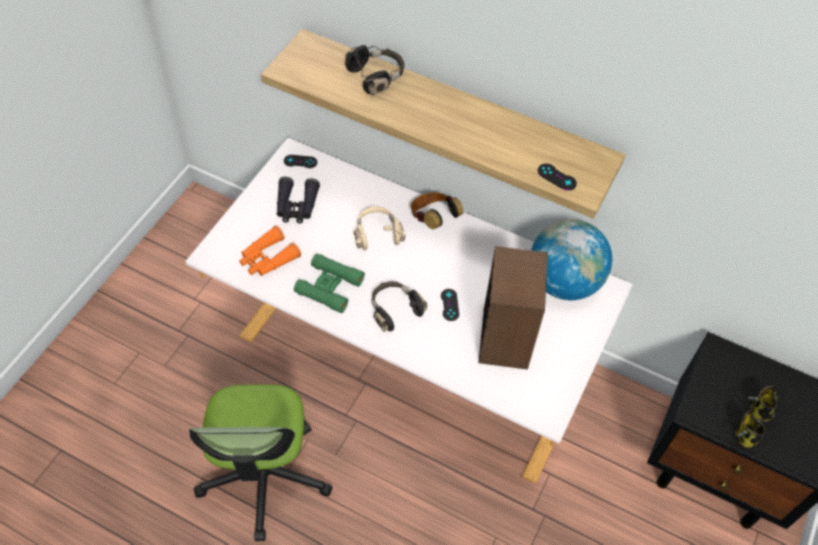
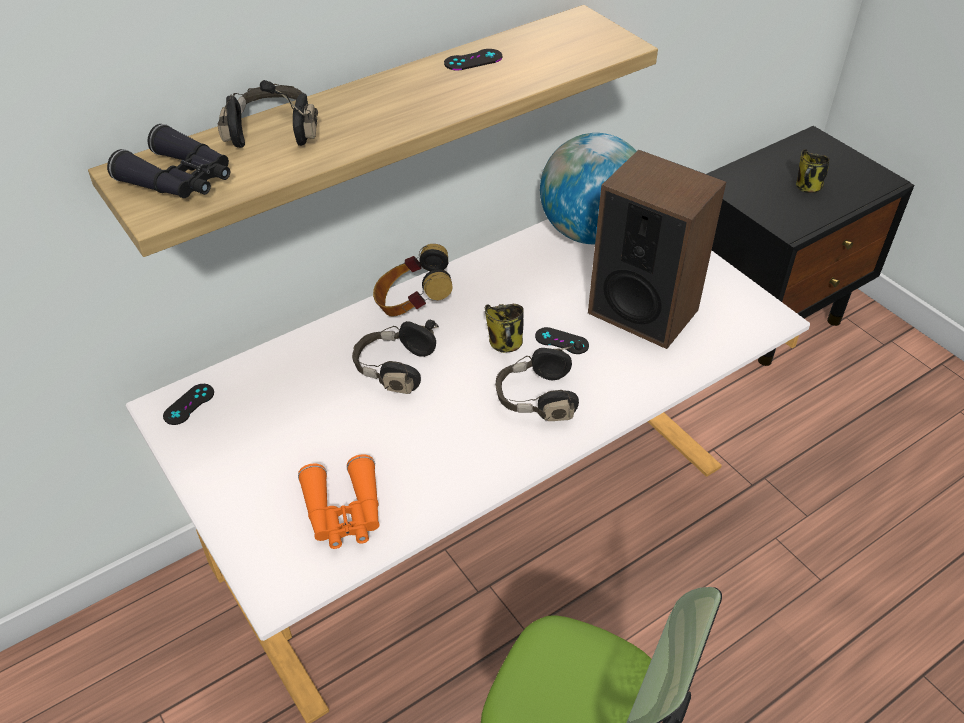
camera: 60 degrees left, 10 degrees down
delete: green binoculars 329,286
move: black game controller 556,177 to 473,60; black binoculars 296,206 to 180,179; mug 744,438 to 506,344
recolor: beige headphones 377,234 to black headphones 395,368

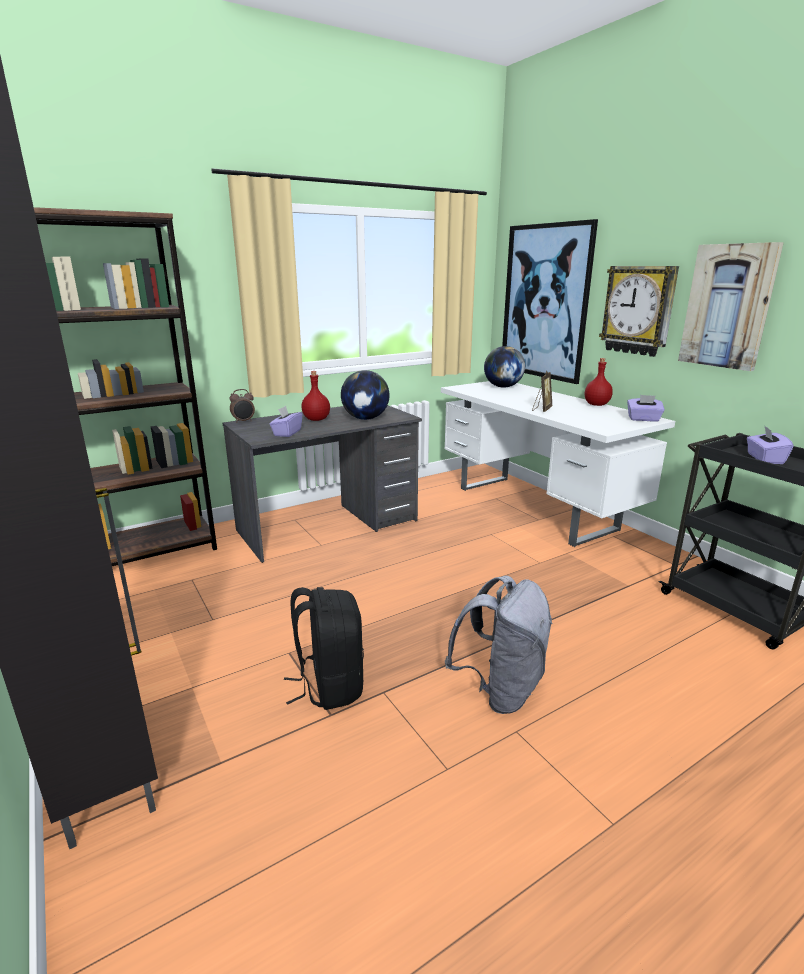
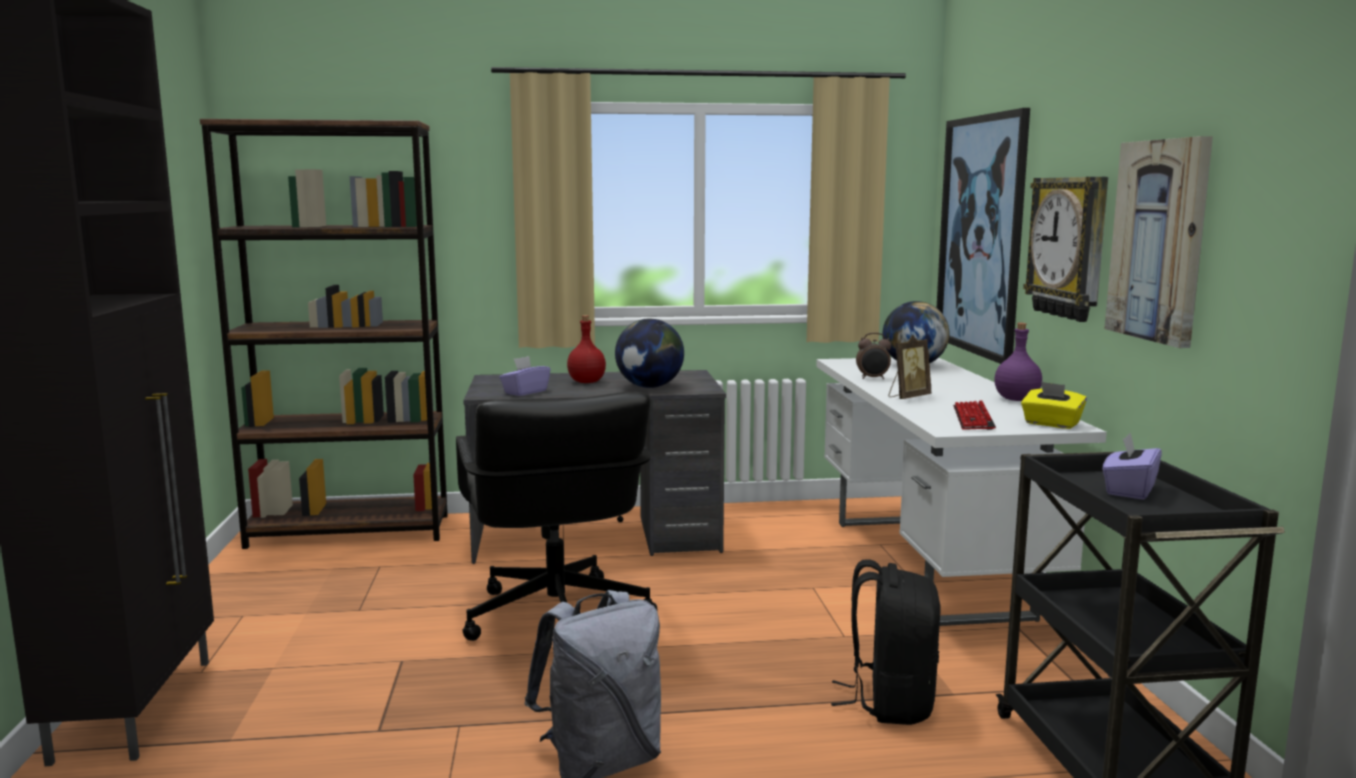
camera: 25 degrees right, 10 degrees down
insert: black office chair 555,618; keyboard 973,418
move: alarm clock 243,421 to 873,378; black backpack 329,685 to 889,702
recolor: red bottle 596,404 to purple bottle 1016,399; purple tissue box 643,419 to yellow tissue box 1051,424

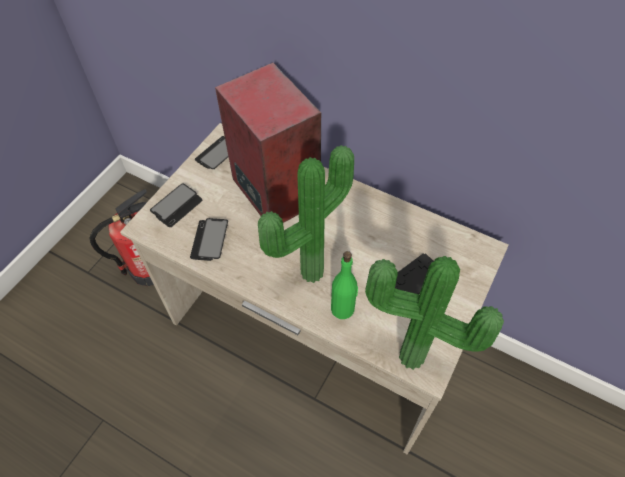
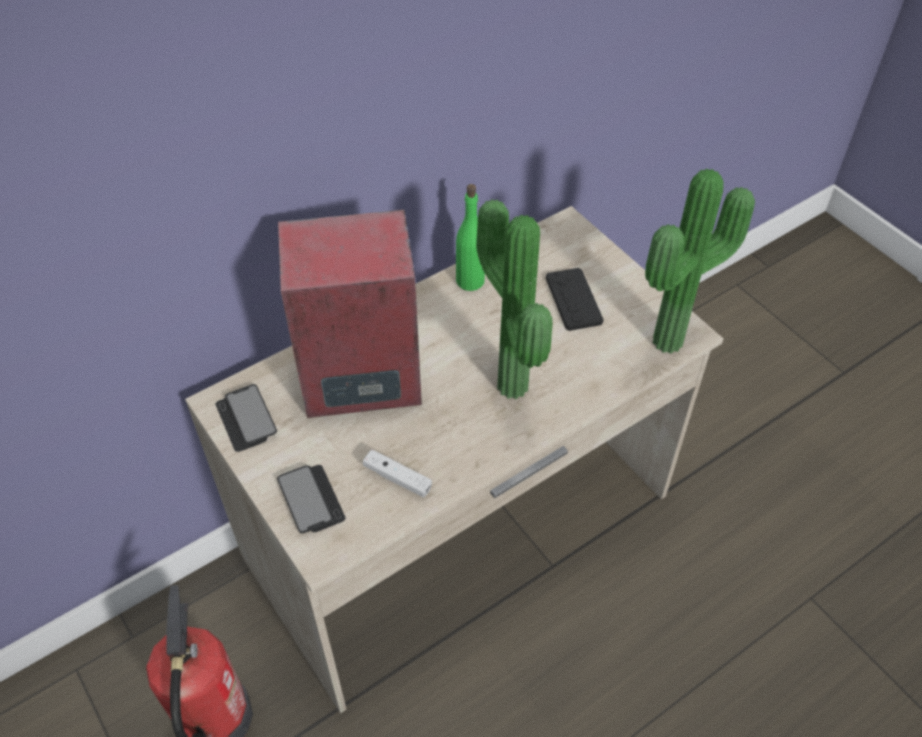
camera: 65 degrees left, 5 degrees down
move: green bottle 343,308 to 470,280
replace: phone 209,240 to white game controller 397,478

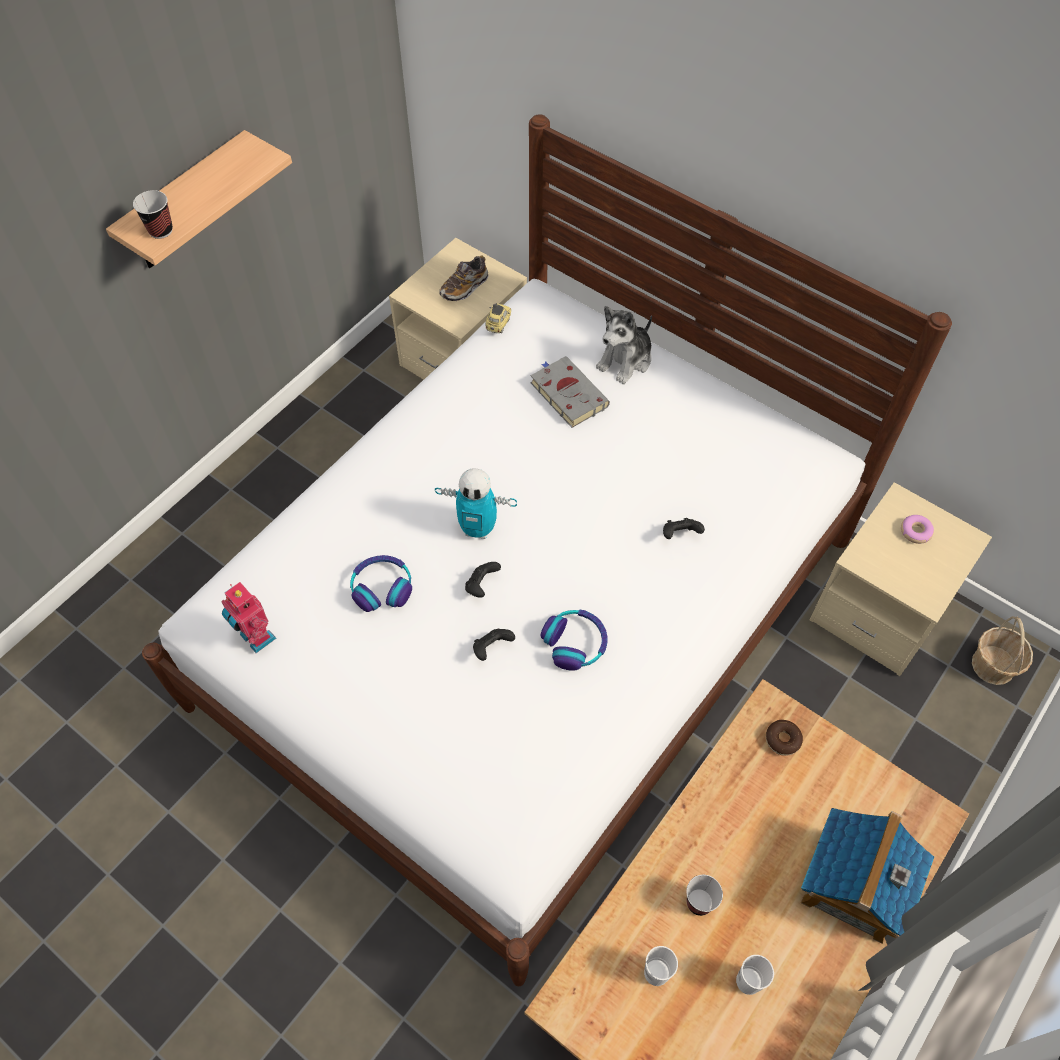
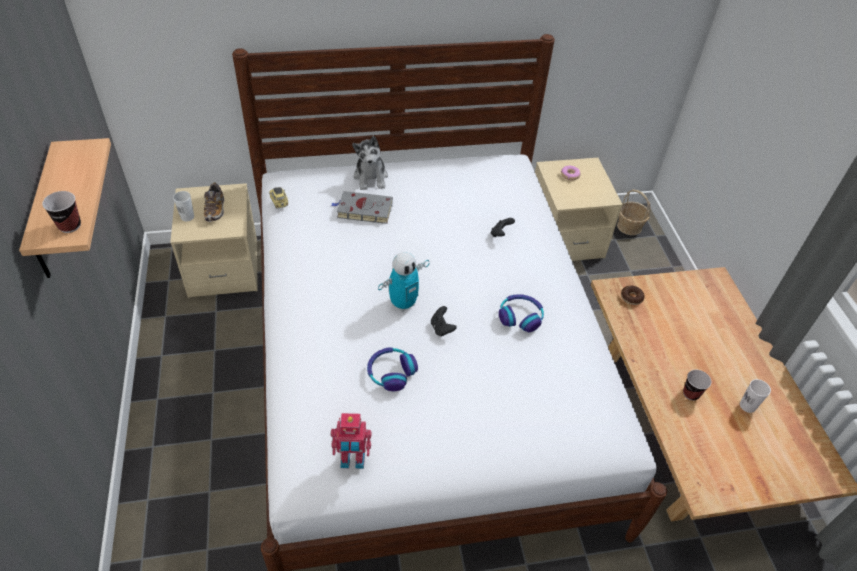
camera: 50 degrees left, 10 degrees down
delete: black game controller 492,648; toy house 853,886
move: white cup 656,972 to 187,217

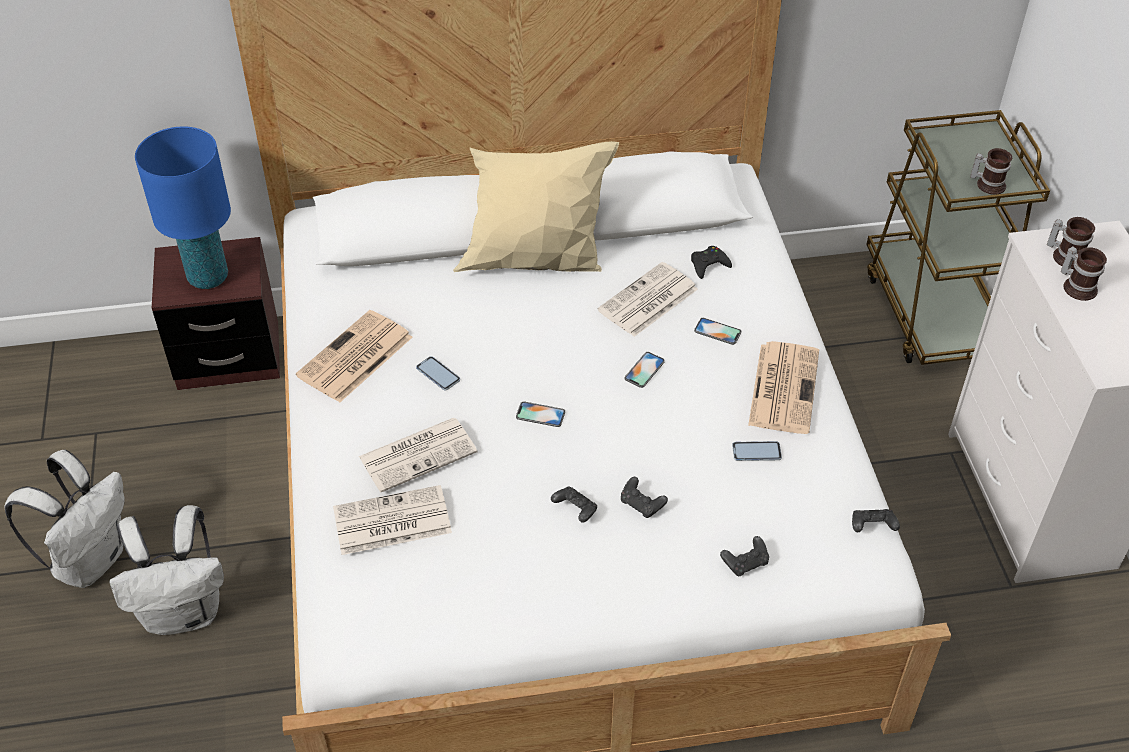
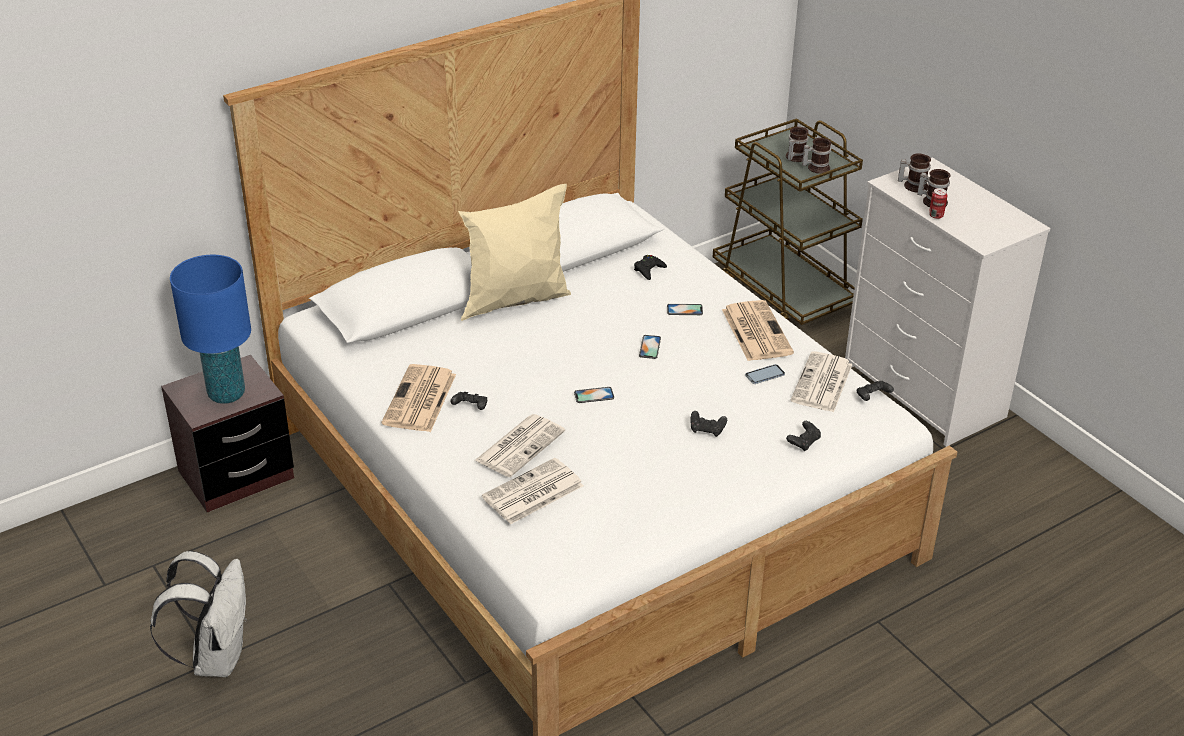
camera: 25 degrees left, 10 degrees down
delete: phone 438,374; white backpack 184,612
insert: mug 794,157; can 936,216
move: newspaper 647,301 to 822,383; black game controller 575,510 to 470,407

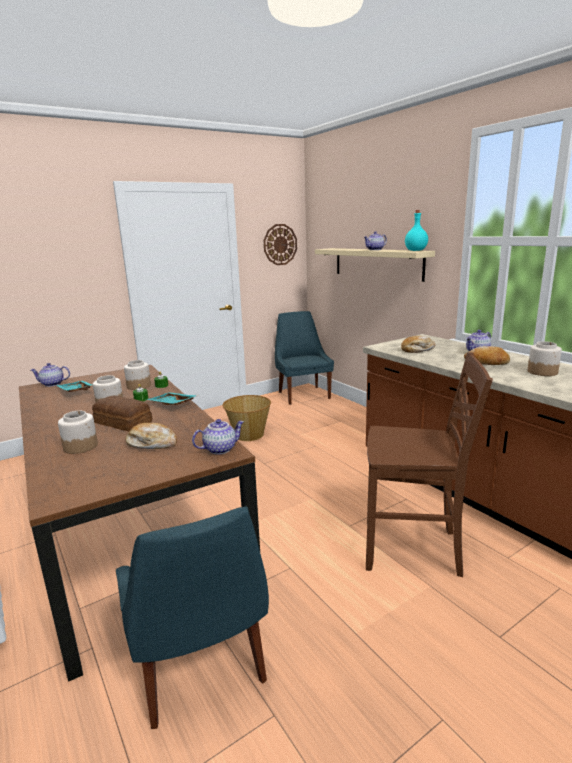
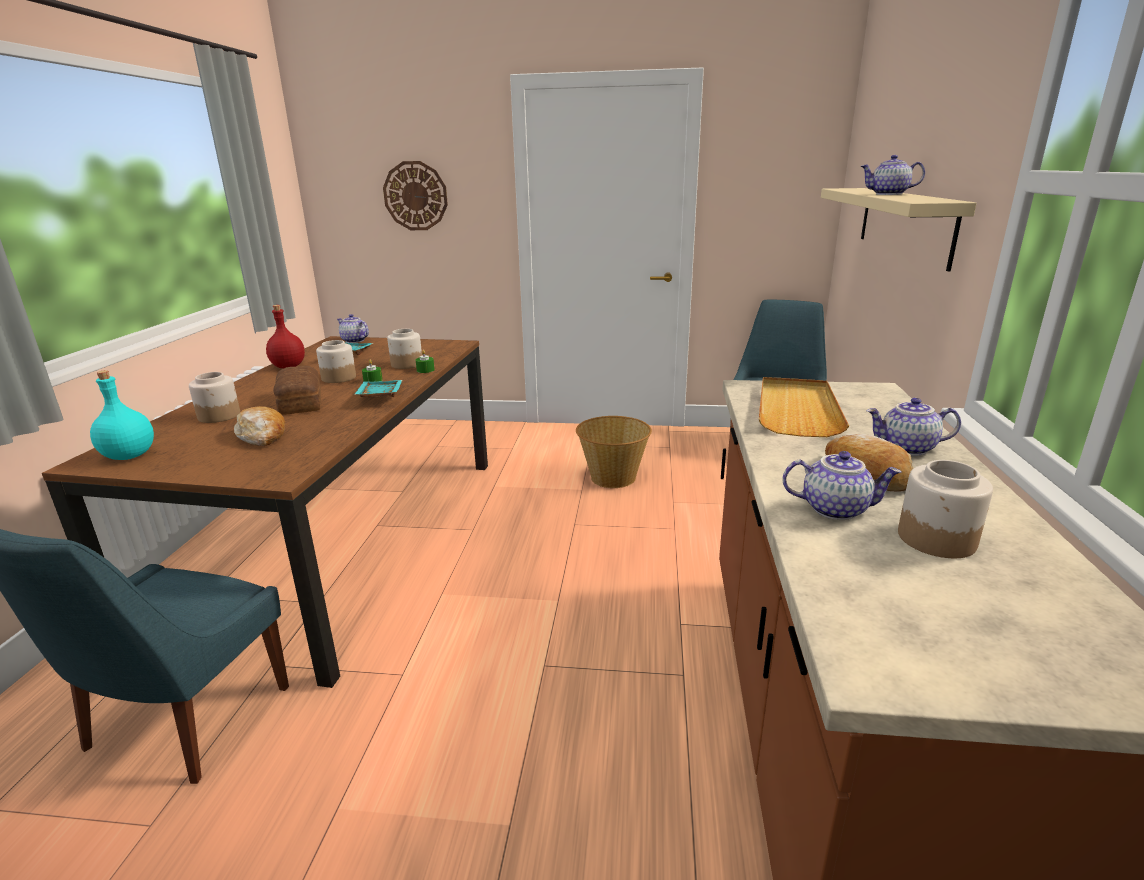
camera: 40 degrees right, 5 degrees up
delete: brown chair 413,549
insert: red bottle 288,366
move: turquoise bottle 415,250 to 129,456; wall clock 280,244 to 415,196; teapot 220,449 to 835,509
replace: bread 417,350 to beige tray 797,410

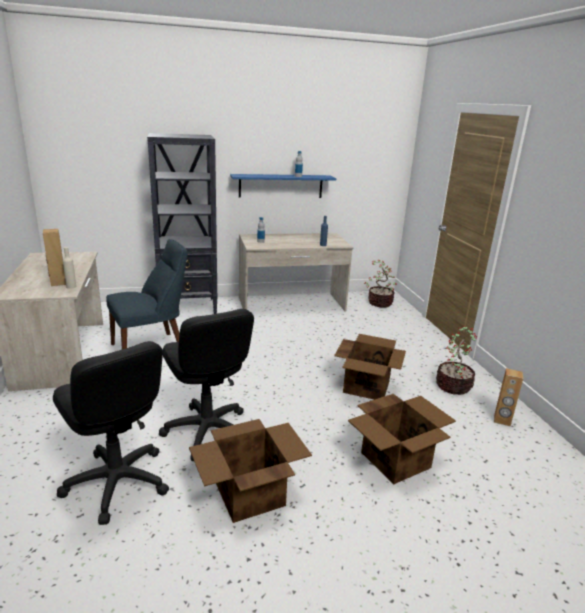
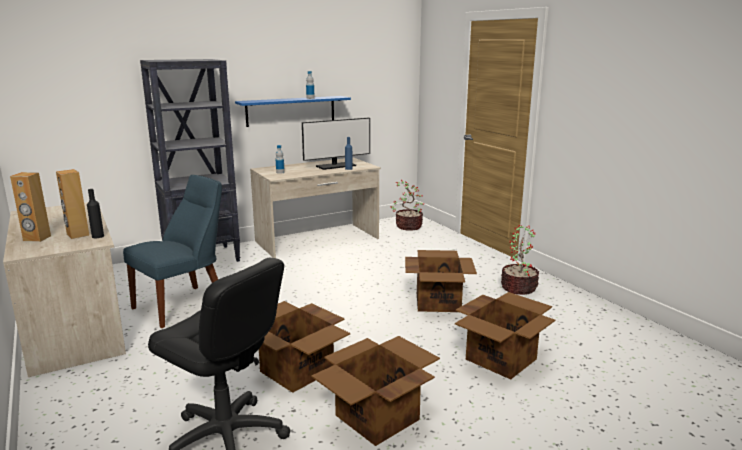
camera: 15 degrees left, 5 degrees down
insert: monitor 336,166
move: brown speaker 502,420 to 37,238
replace: black office chair 207,431 to cardboard box 297,371
recolor: beige bottle 71,286 to black bottle 98,236

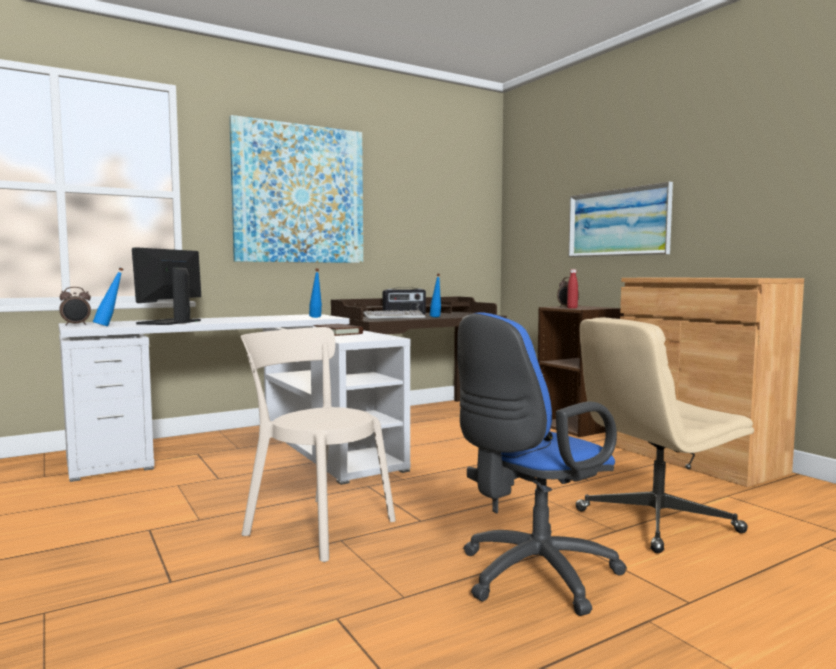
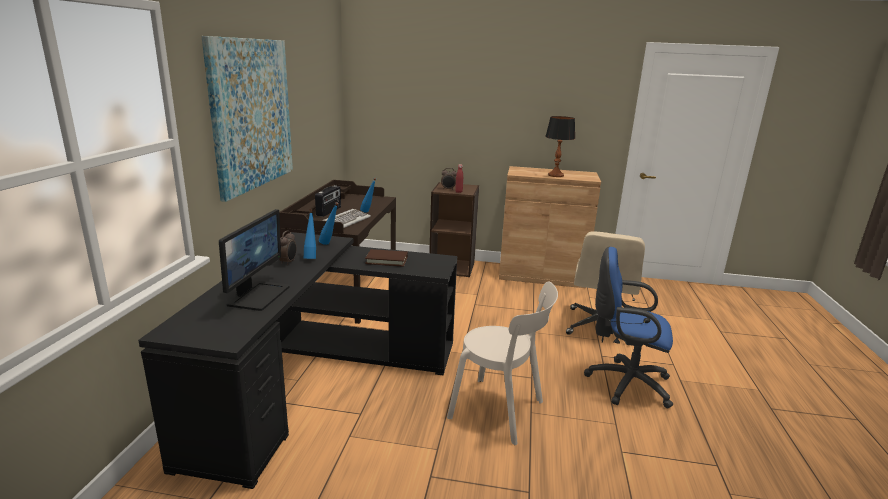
camera: 50 degrees left, 15 degrees up
delete: picture 618,223
insert: table lamp 555,175
move: blue bottle 110,326 to 311,258; alarm clock 76,325 to 288,262
recolor: white desk 253,451 to black desk 318,377
rotate: monitor 170,322 = 258,295 135 degrees counterclockwise; blue office chair 531,576 = 624,383 105 degrees clockwise; beige chair 315,525 = 500,411 135 degrees counterclockwise

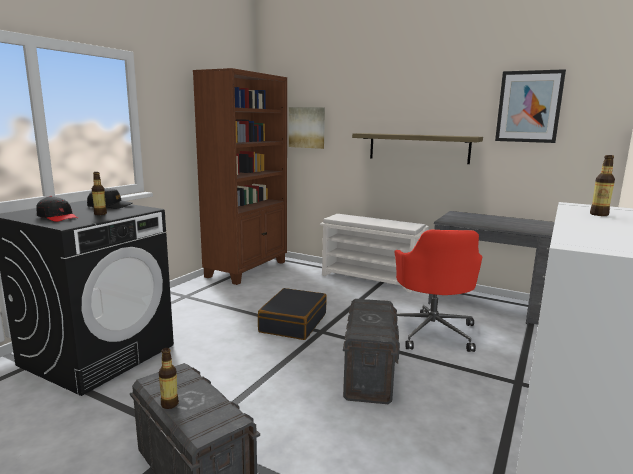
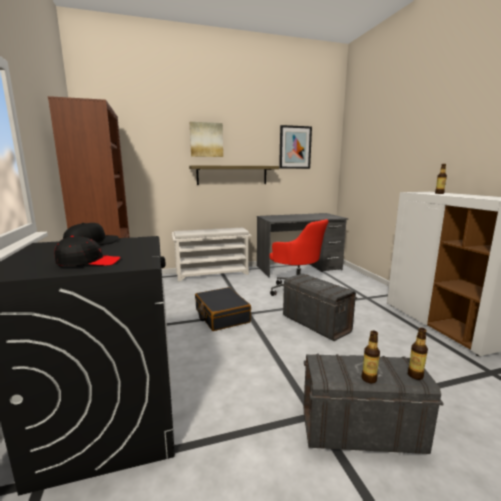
camera: 45 degrees left, 0 degrees up
move: picture 307,127 to 206,139; bottle 100,214 to 415,375

